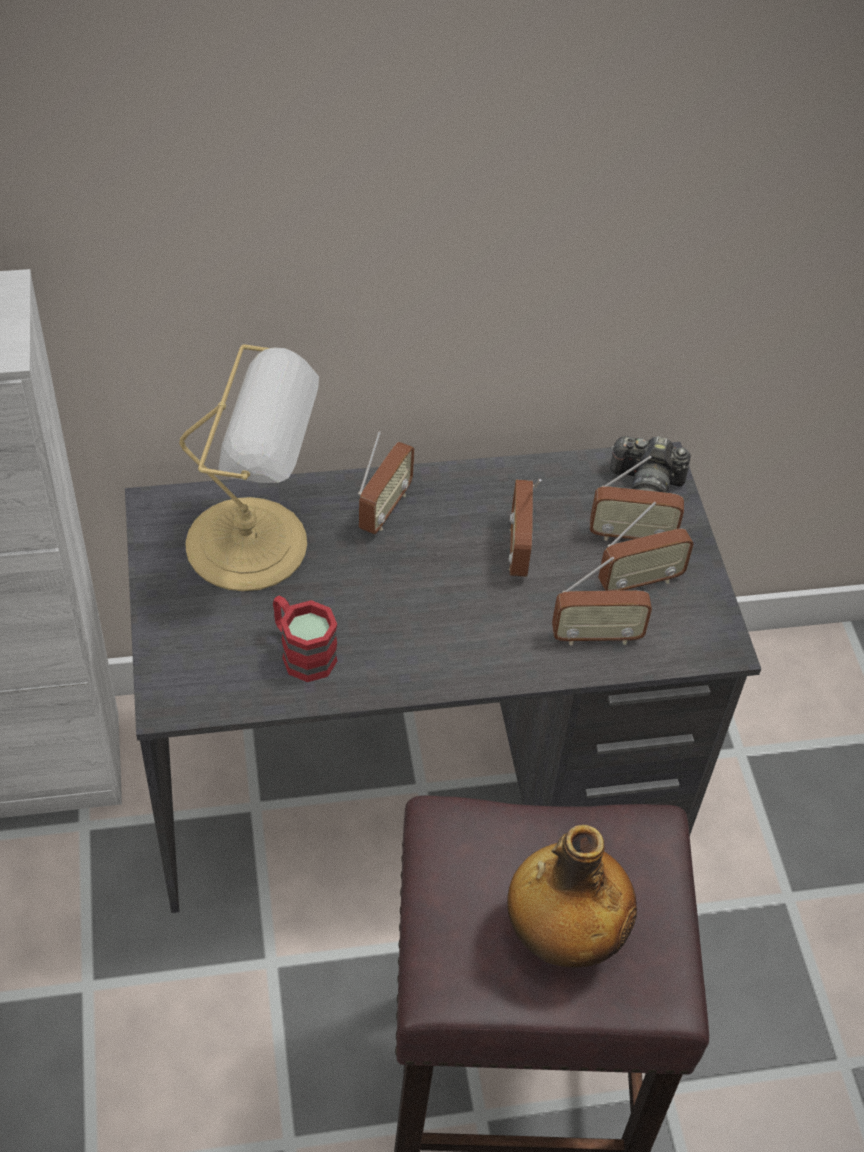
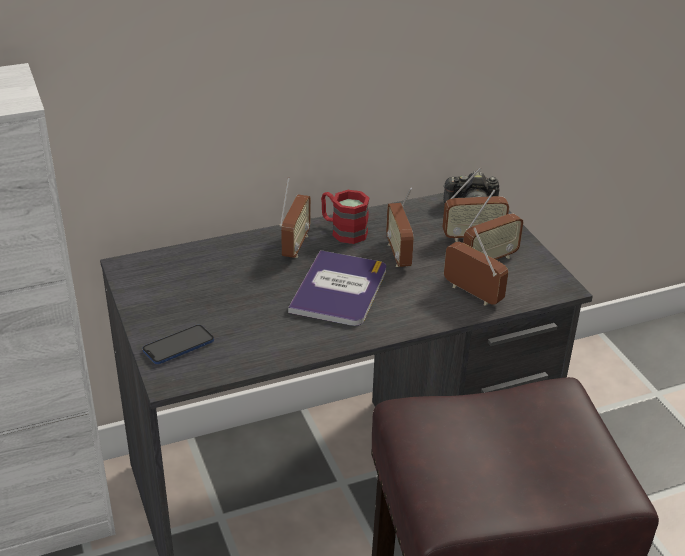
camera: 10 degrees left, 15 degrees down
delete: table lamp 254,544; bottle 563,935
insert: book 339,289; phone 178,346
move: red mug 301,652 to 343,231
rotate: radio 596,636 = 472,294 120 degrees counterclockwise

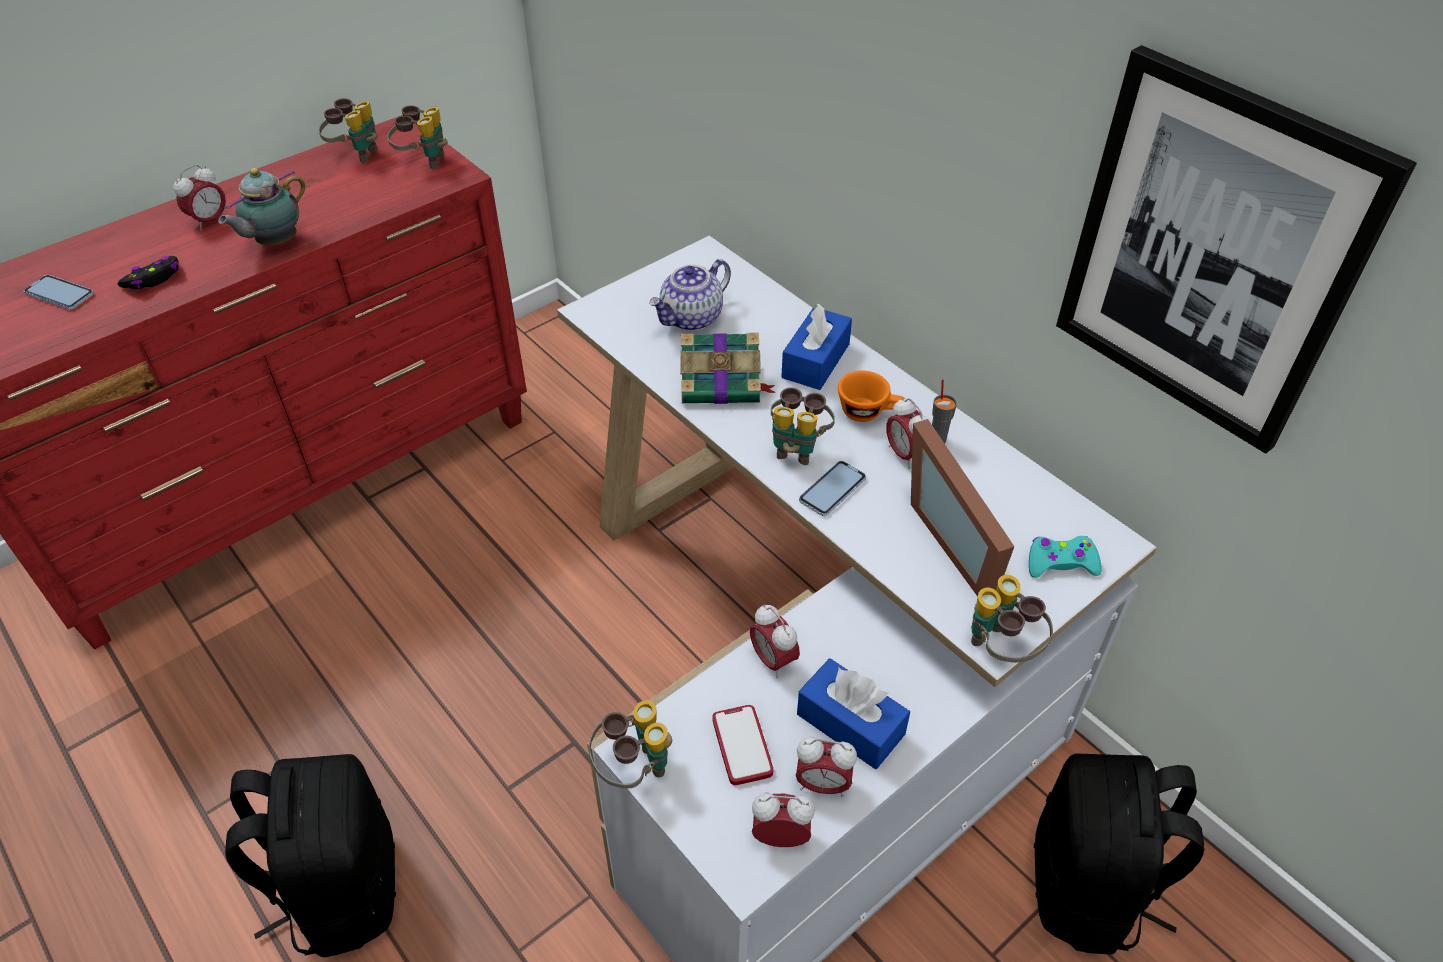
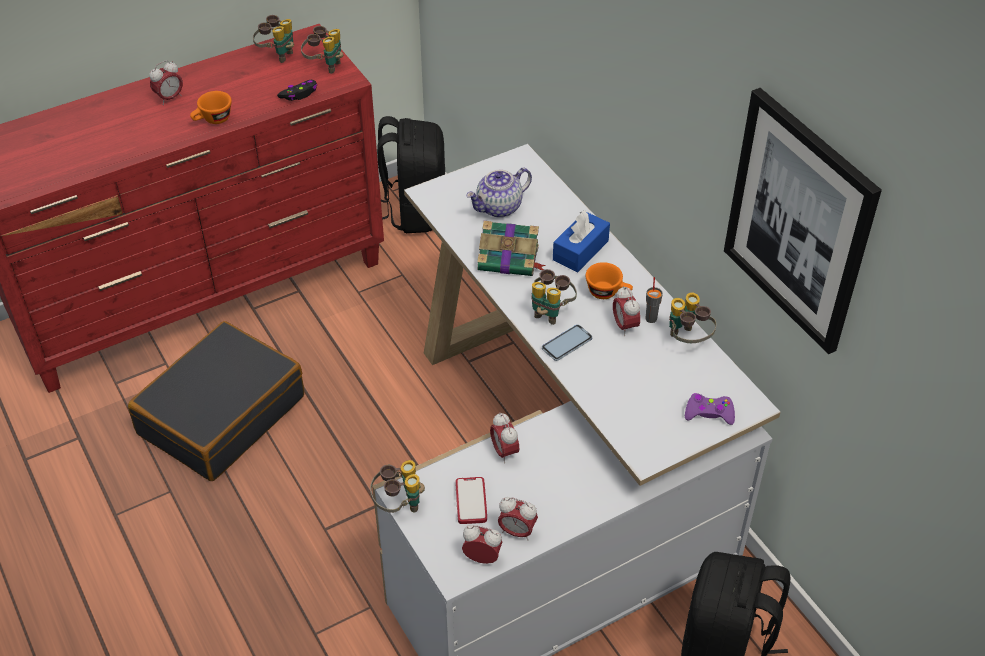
camera: 10 degrees right, 0 degrees up
delete: phone 59,294; picture frame 960,539; blue tissue box 850,724
insert: black suitcase 221,414
move: black game controller 154,279 to 299,94; binoculars 1001,649 to 687,340; black backpack 341,889 to 414,211
replace: teapot 275,243 to orange cup 213,120
recolor: turquoise game controller 1060,563 to purple game controller 709,413

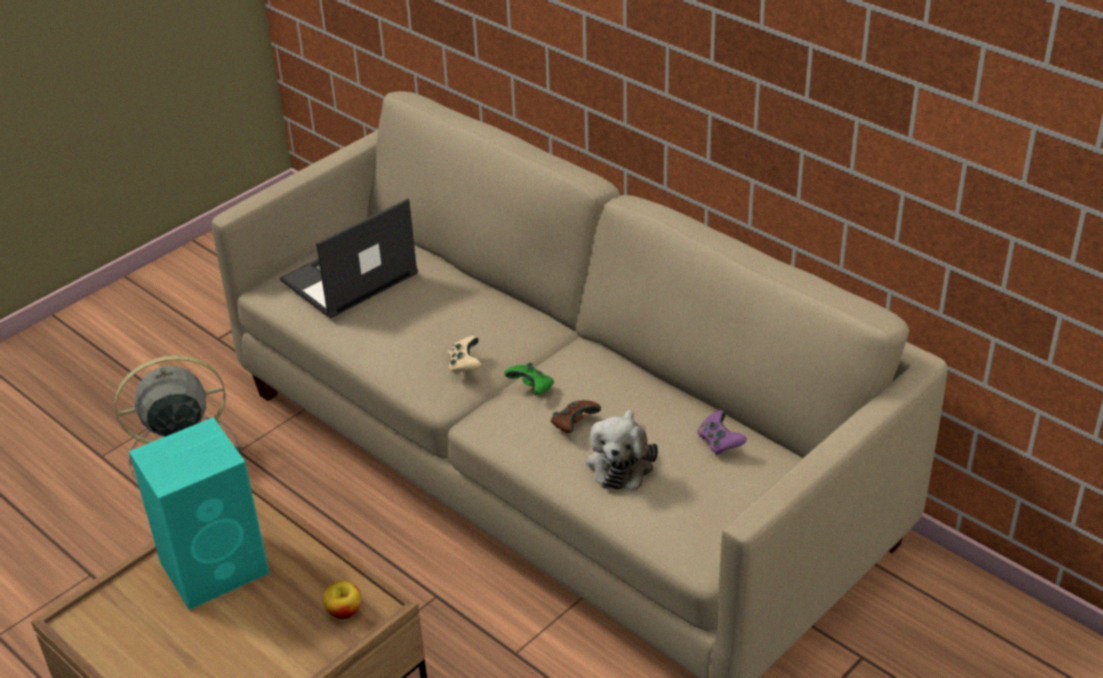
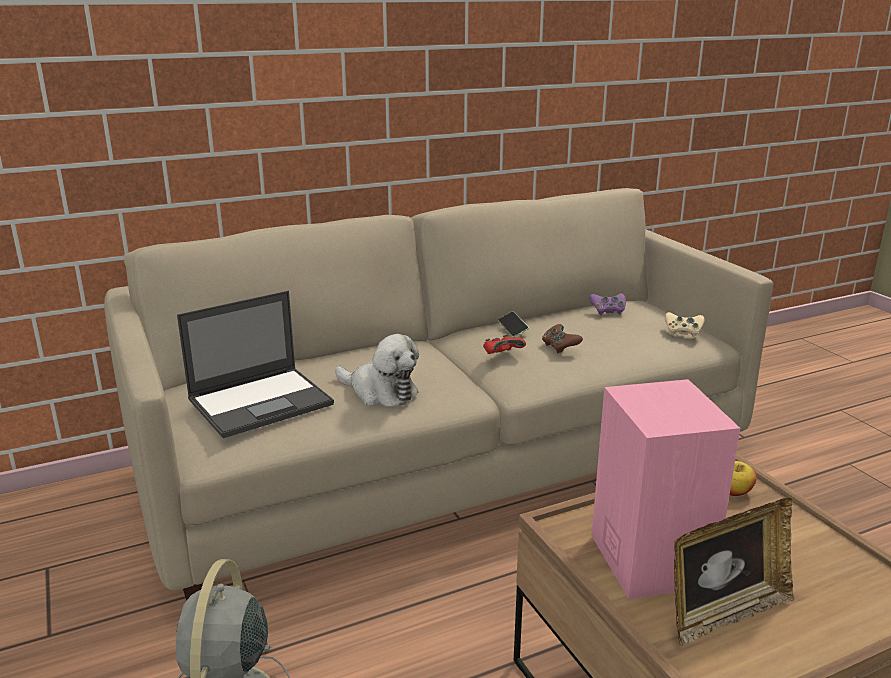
camera: 70 degrees left, 15 degrees down
insert: phone 513,329; picture frame 725,614
move: beige game controller 465,365 to 682,333; plush toy 621,462 to 380,392
recolor: green game controller 532,388 to red game controller 502,355; turquoise speaker 217,566 to pink speaker 648,558
rotate: laptop 348,278 = 262,401 105 degrees counterclockwise

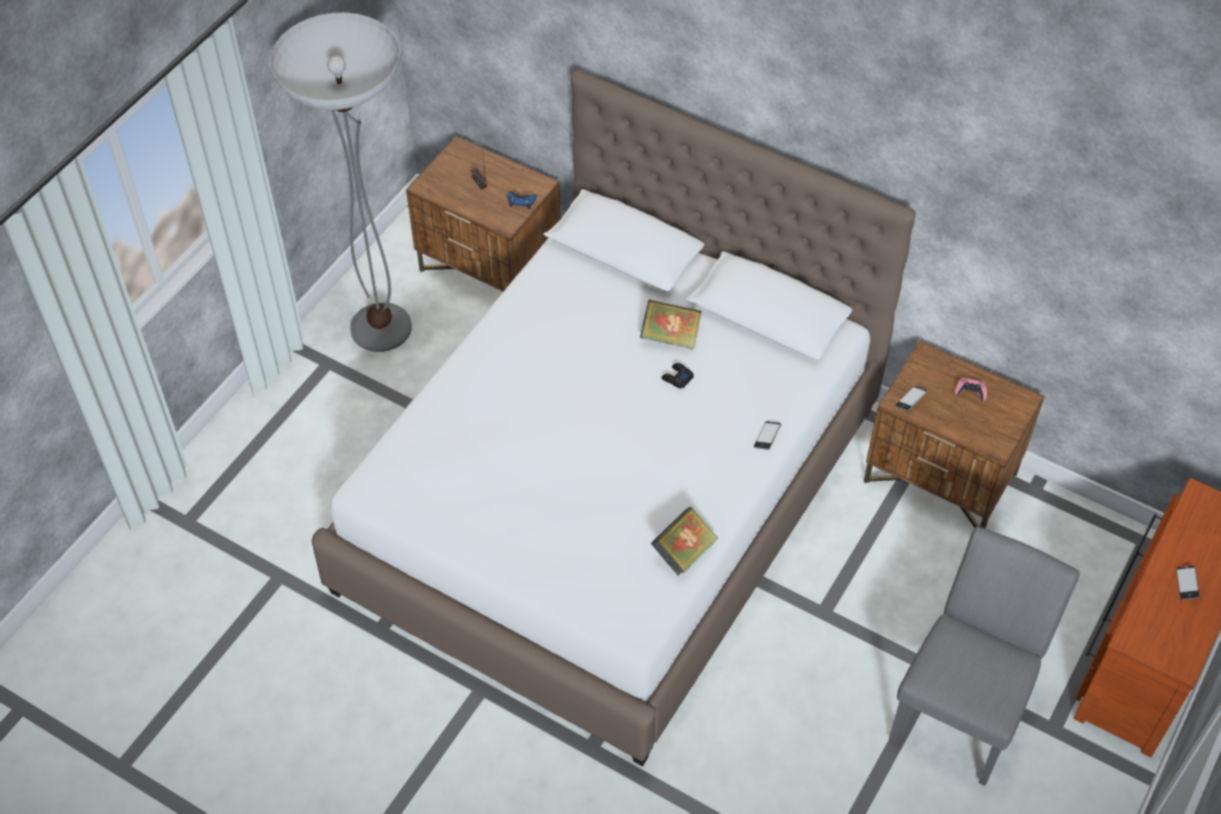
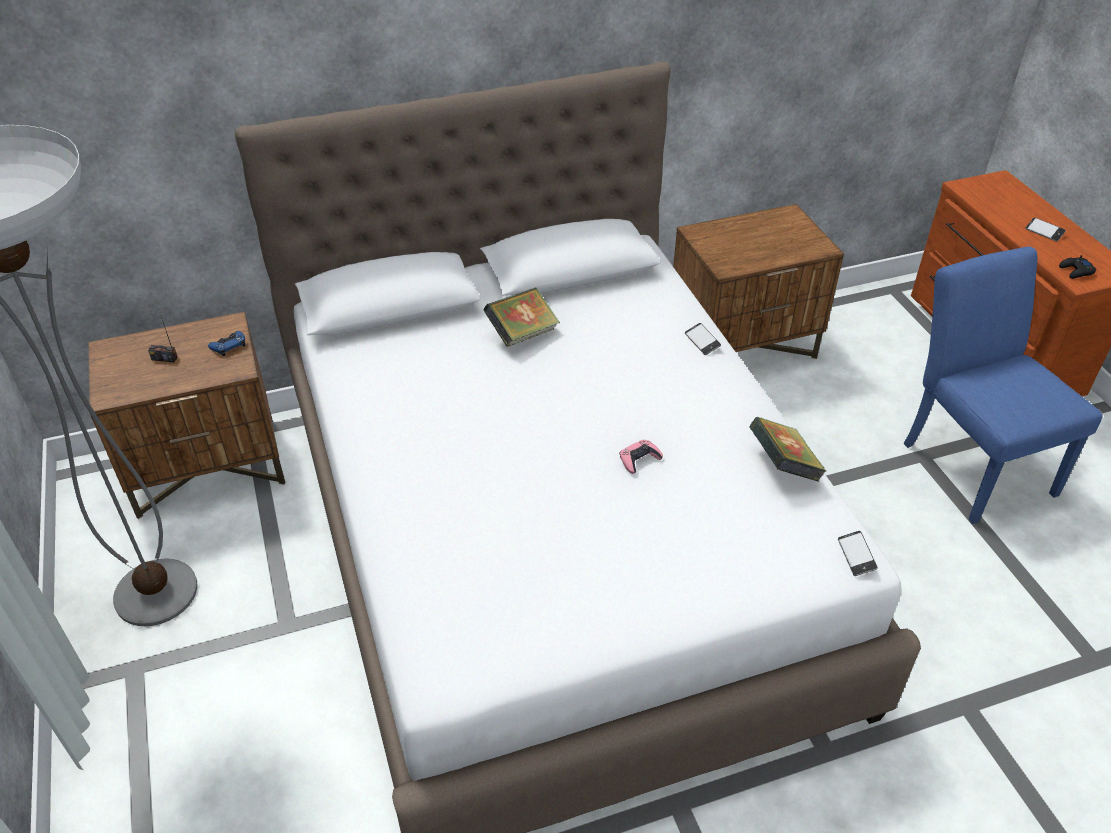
camera: 50 degrees left, 10 degrees down
move: black game controller 677,378 to 1076,271; pink game controller 970,392 to 639,459; phone 910,400 to 856,556
recolor: grey chair 964,706 to blue chair 970,461

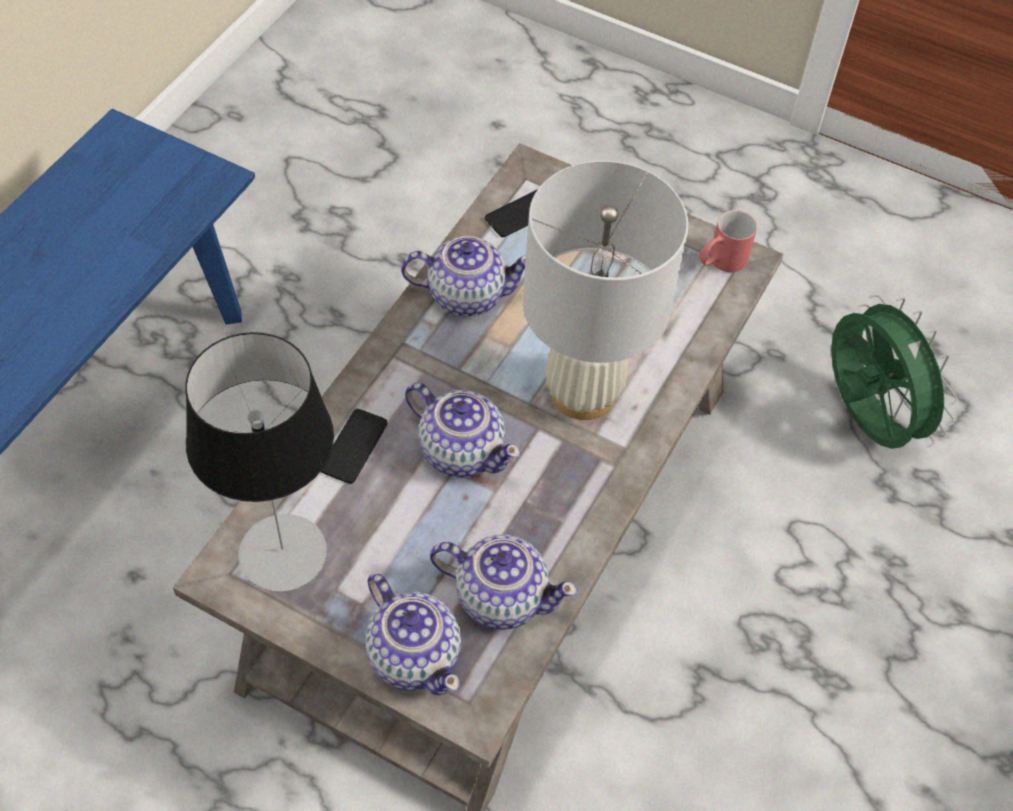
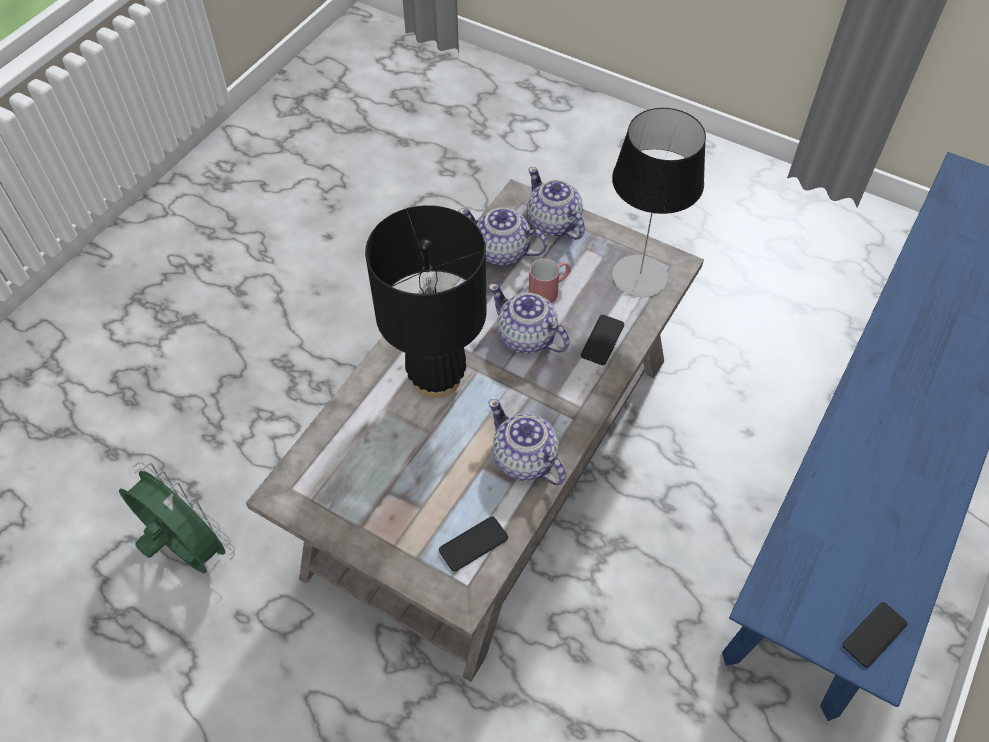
camera: 175 degrees left, 0 degrees up
insert: phone 874,634
move: red mug 720,262 to 549,290
recolor: white table lamp 582,393 to black table lamp 437,377
rotate: teapot 465,294 = 524,460 45 degrees clockwise; green fan 864,421 = 188,550 150 degrees clockwise

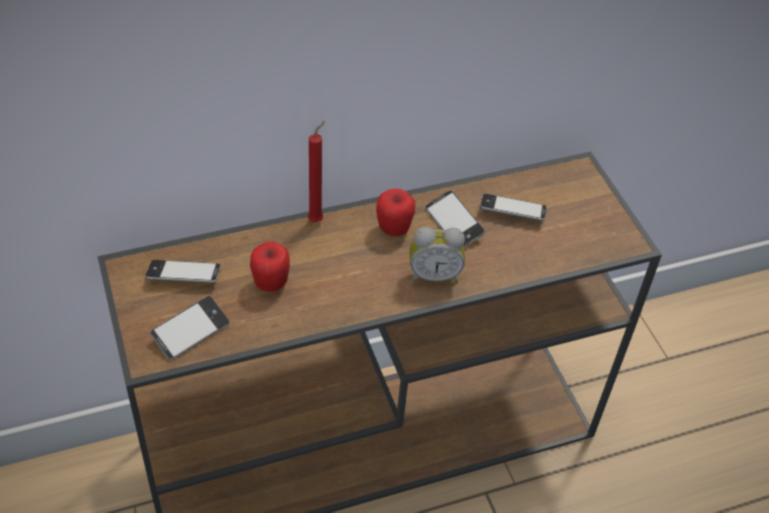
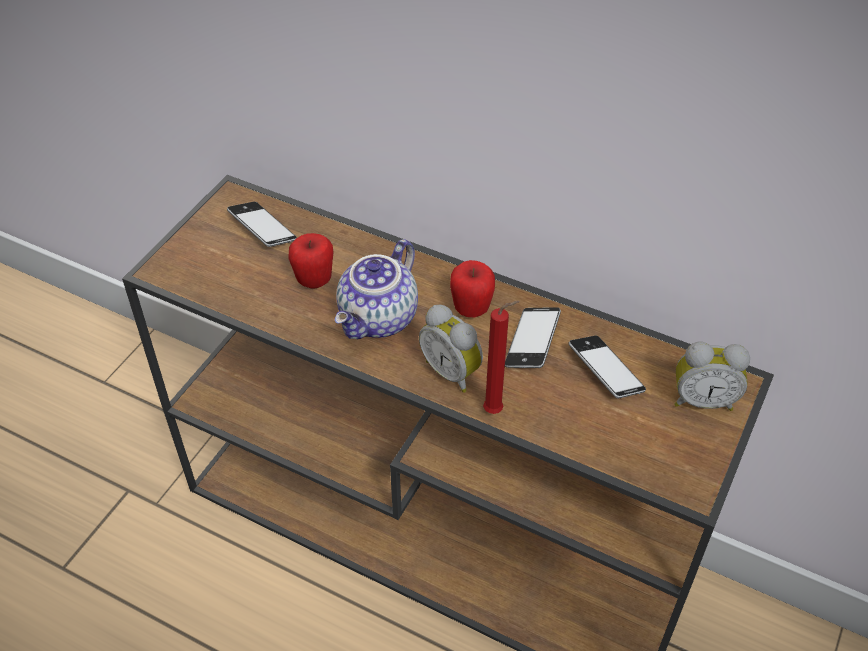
camera: 50 degrees right, 0 degrees up
delete: phone 190,332
insert: teapot 379,319; alarm clock 702,399
move: red candle 317,220 to 496,411

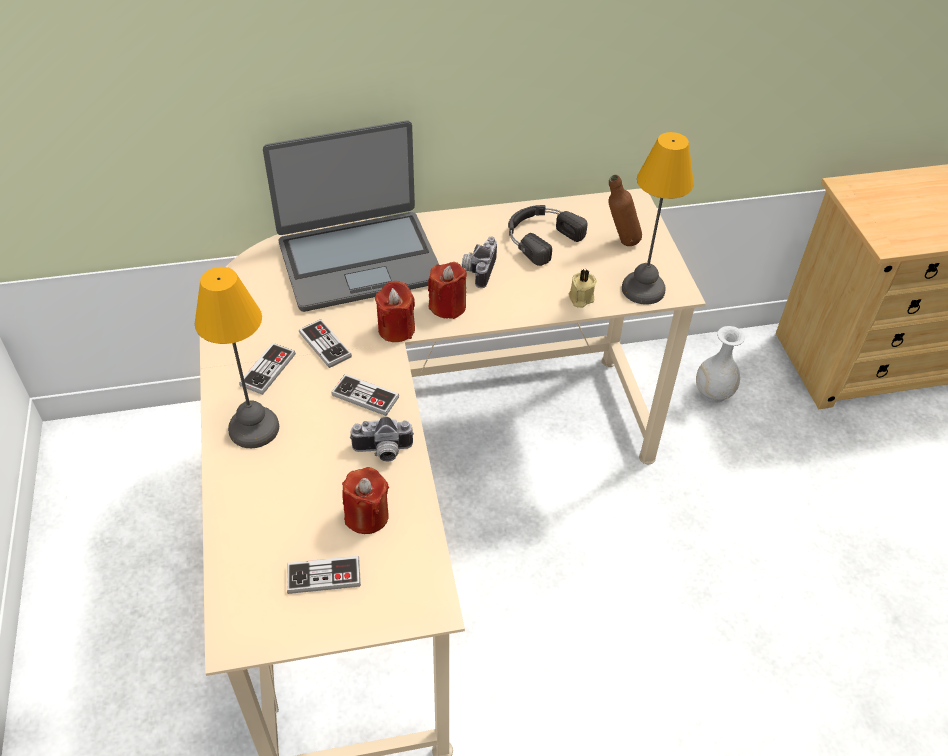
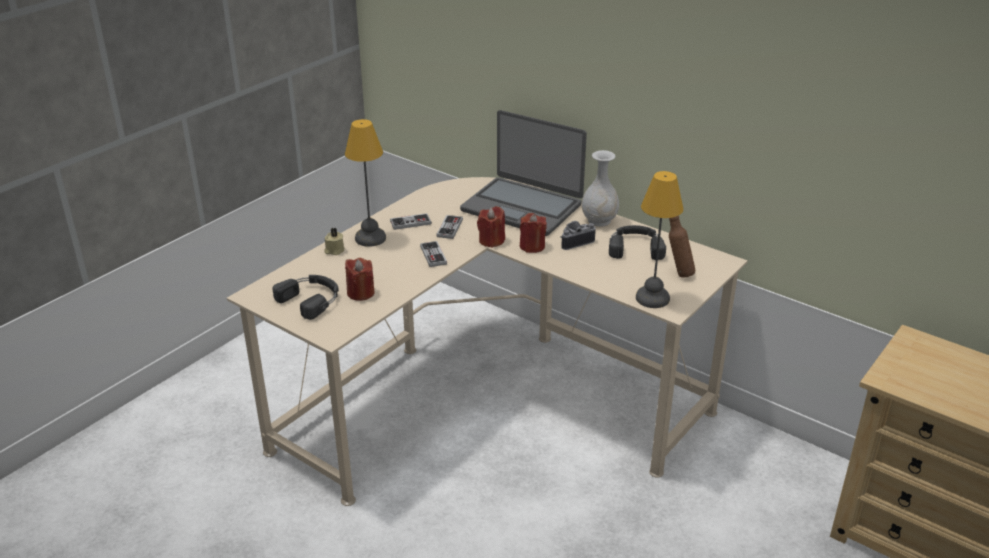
camera: 50 degrees right, 15 degrees down
delete: photo camera 383,452
move: beige candle 580,298 to 334,250; white vase 713,392 to 599,221
replace: game controller 323,576 to black headphones 311,299

